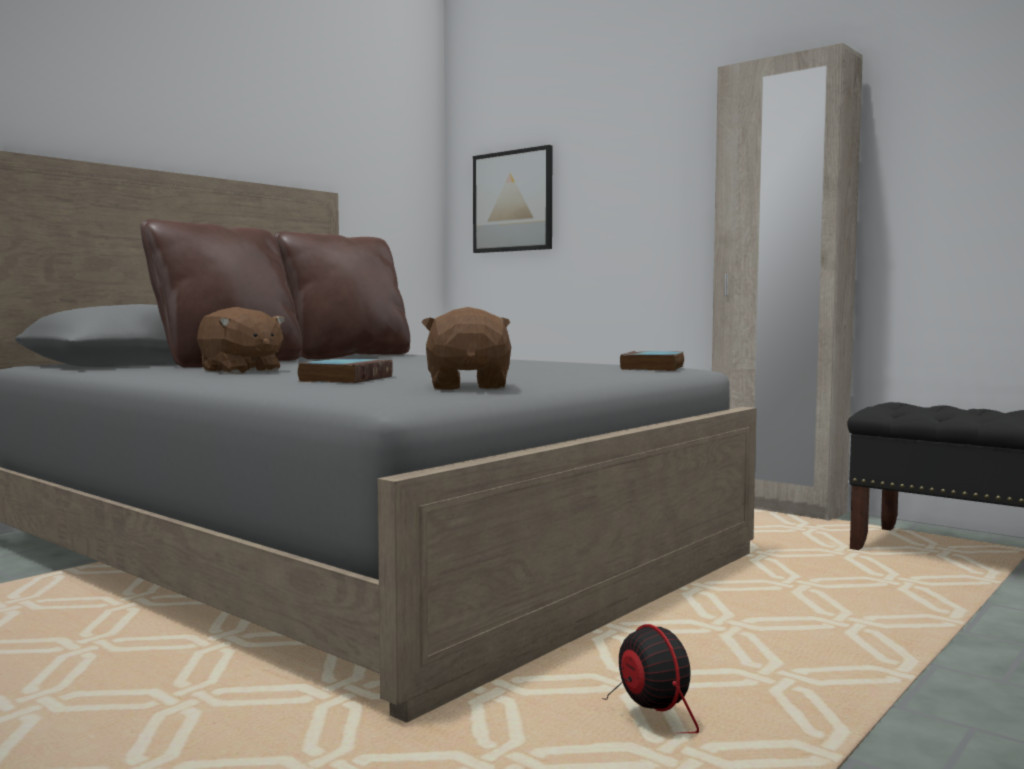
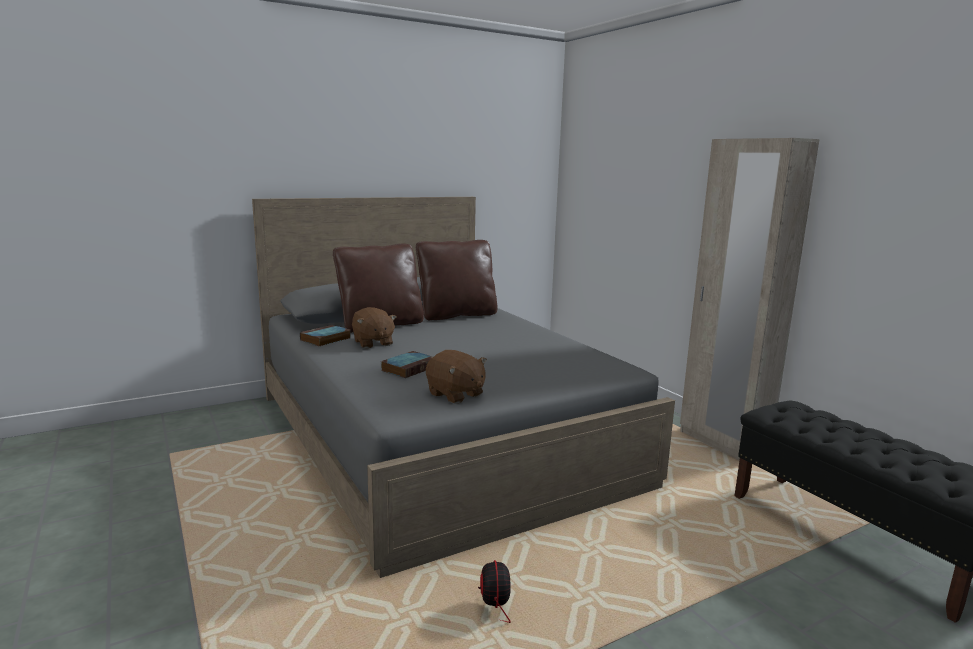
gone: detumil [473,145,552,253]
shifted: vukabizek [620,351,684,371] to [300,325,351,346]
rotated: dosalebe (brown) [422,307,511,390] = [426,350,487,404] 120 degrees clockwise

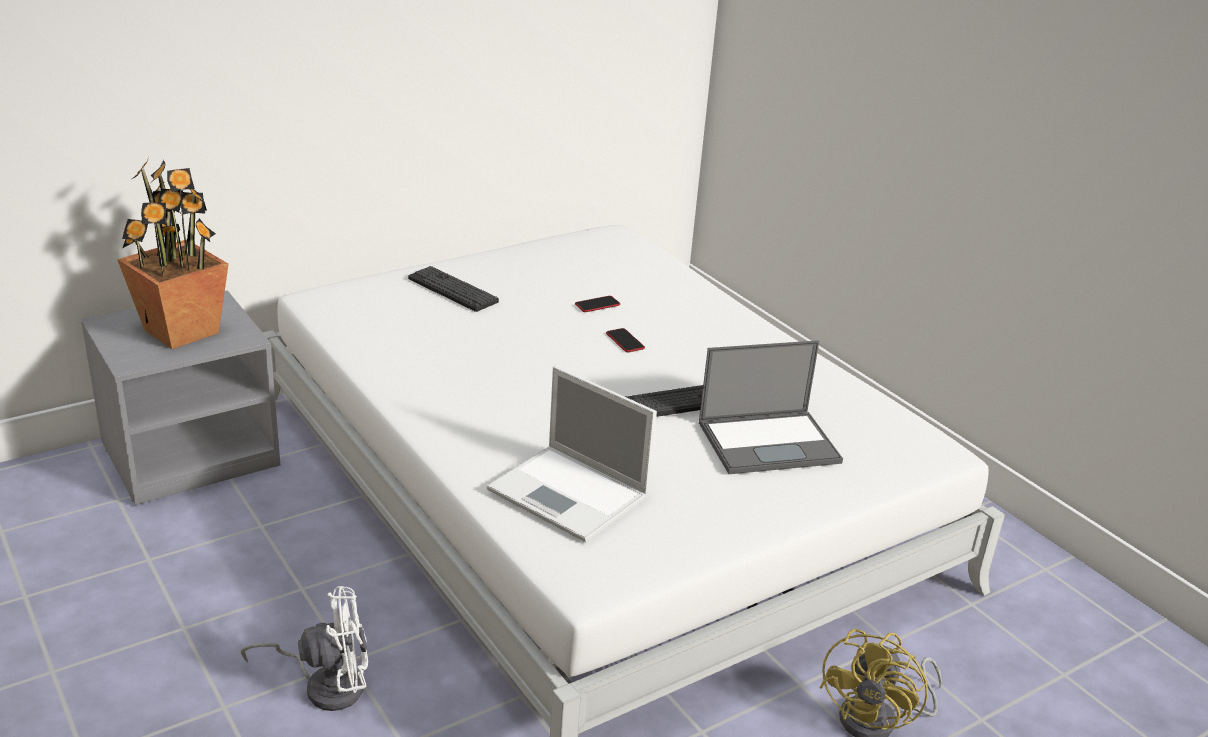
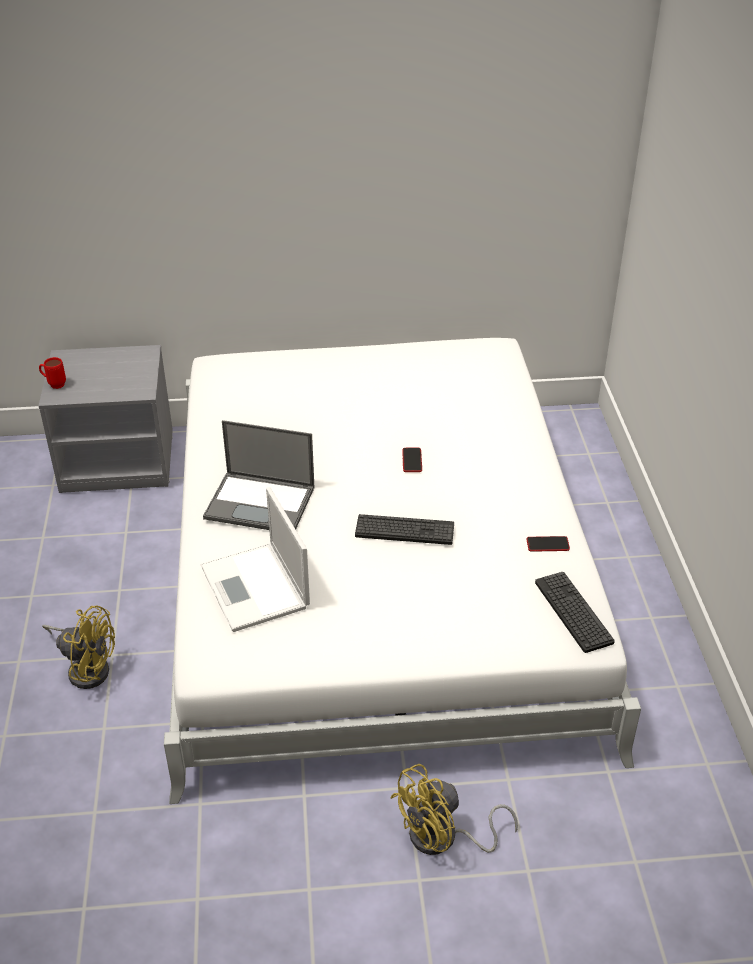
gone: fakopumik [117,157,229,349]
new: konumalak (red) [39,357,66,389]
shifted: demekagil [408,266,499,312] to [535,572,615,653]; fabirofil [575,296,620,312] to [527,536,570,552]; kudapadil [699,340,843,474] to [203,420,315,530]
repainted: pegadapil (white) [241,586,368,711] to pegadapil (yellow) [42,605,115,689]

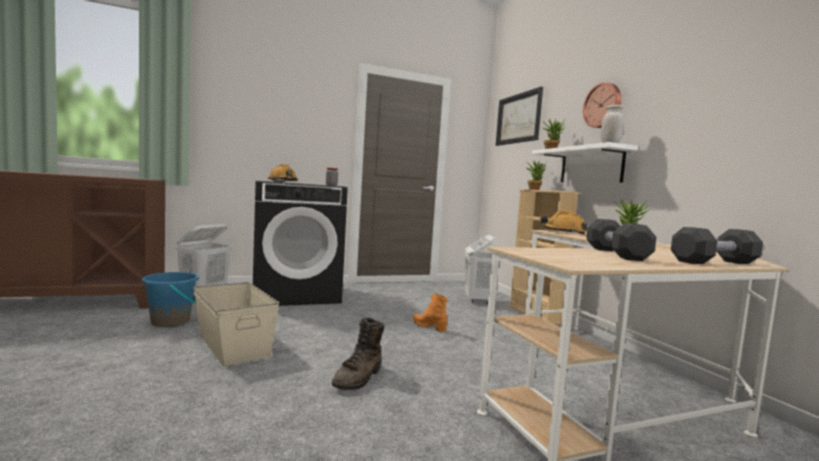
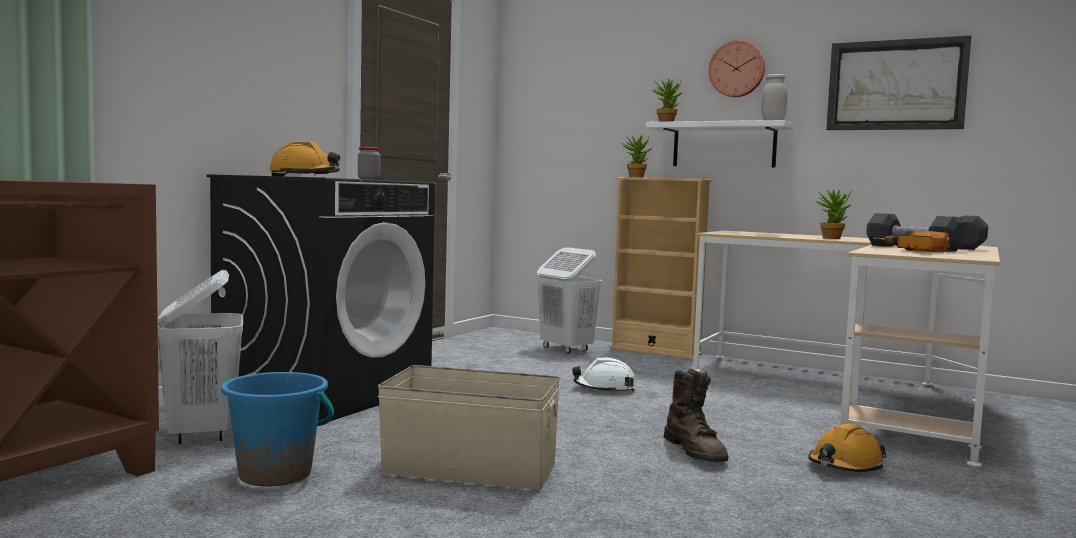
new: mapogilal [873,230,950,252]
shifted: detumil [496,87,543,146] to [826,35,971,130]; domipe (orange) [540,211,587,235] to [808,424,887,472]
swapped: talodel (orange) [412,294,447,332] to domipe (white) [572,358,637,393]

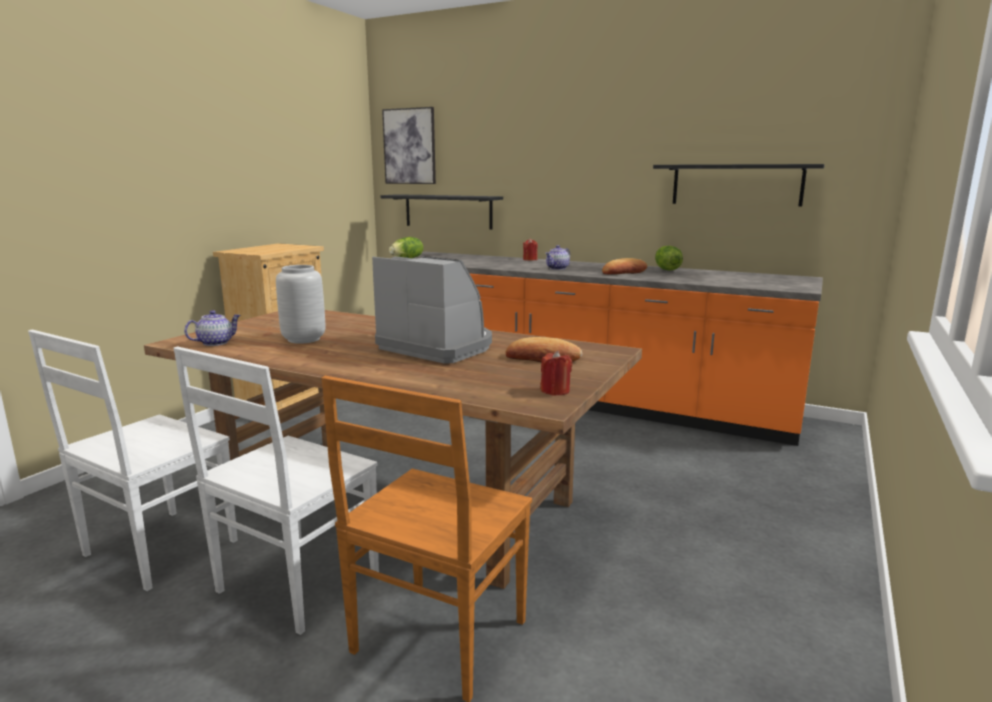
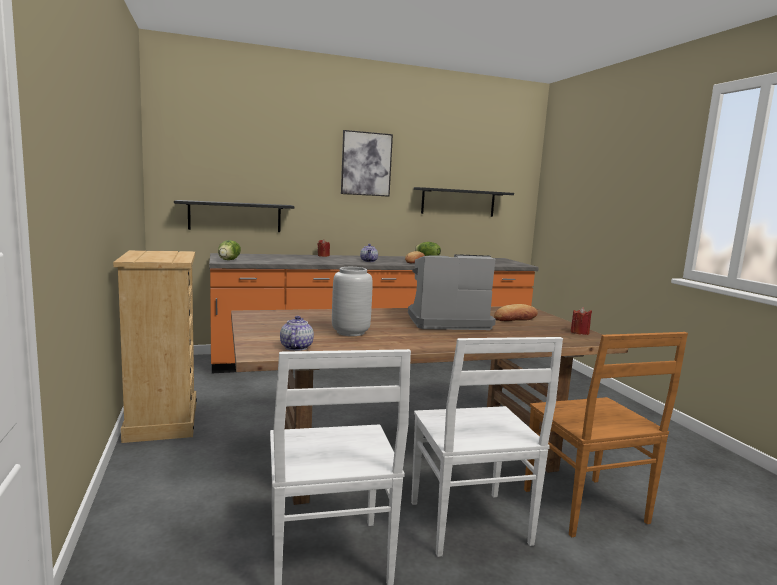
shifted: detumil [382,107,436,184] to [341,130,393,197]

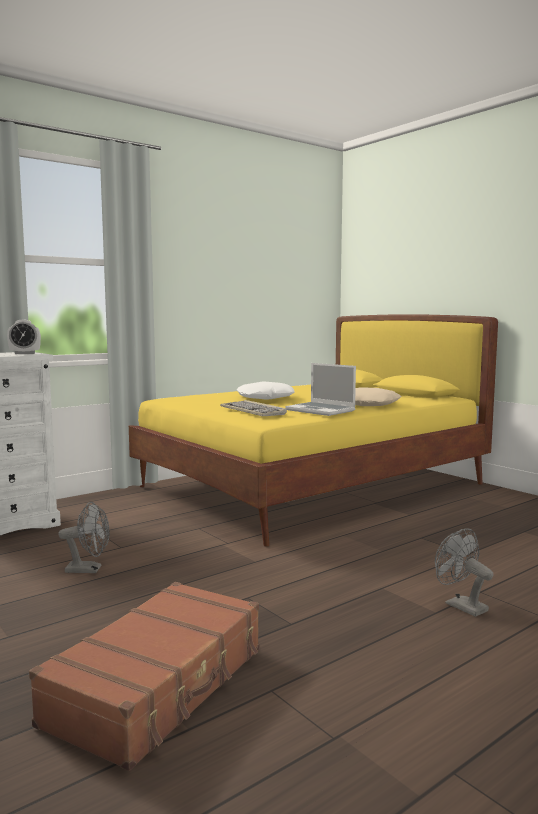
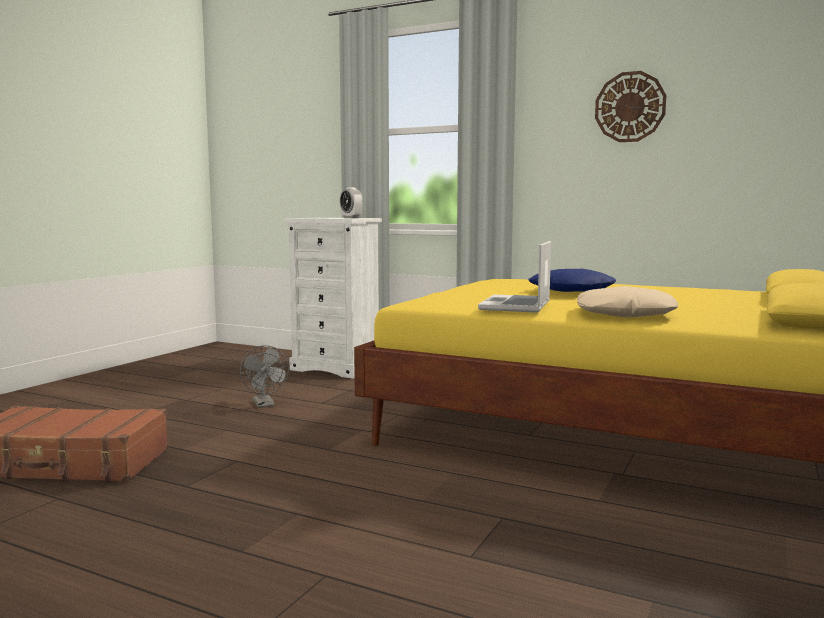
gone: demekagil [220,400,287,416]; pegadapil (grey) [435,528,493,617]
new: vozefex [595,71,666,142]
repainted: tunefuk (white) [237,381,294,399] to tunefuk (blue) [528,269,616,292]

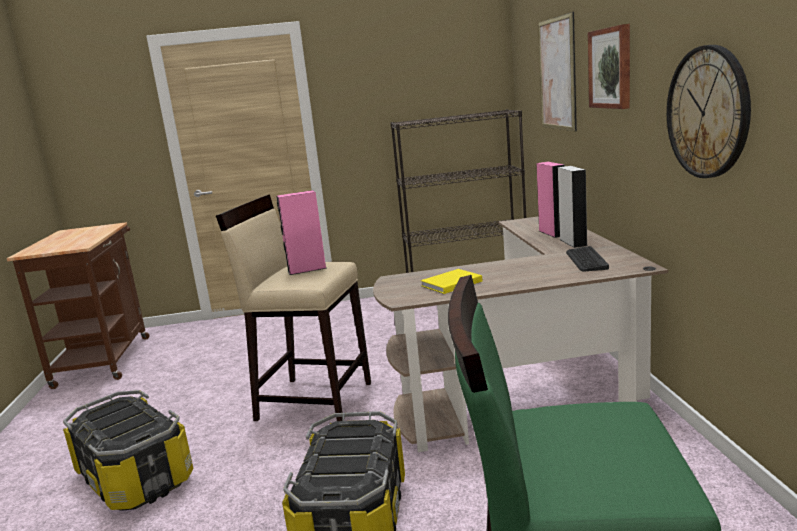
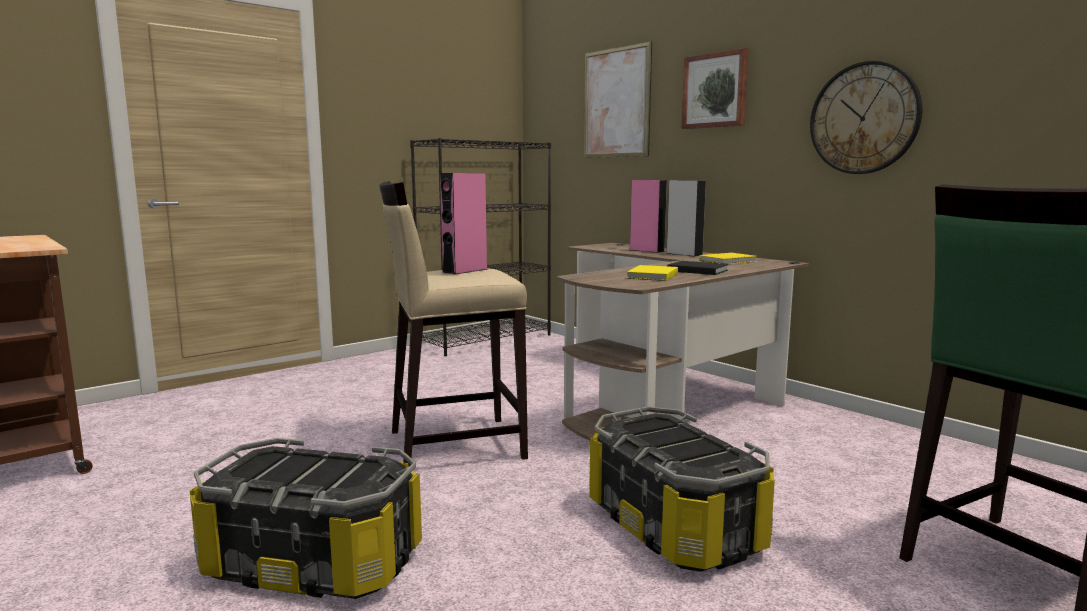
new: vukabizek (black) [667,261,729,275]
swapped: demekagil [566,246,609,271] to vukabizek (yellow) [699,253,757,264]

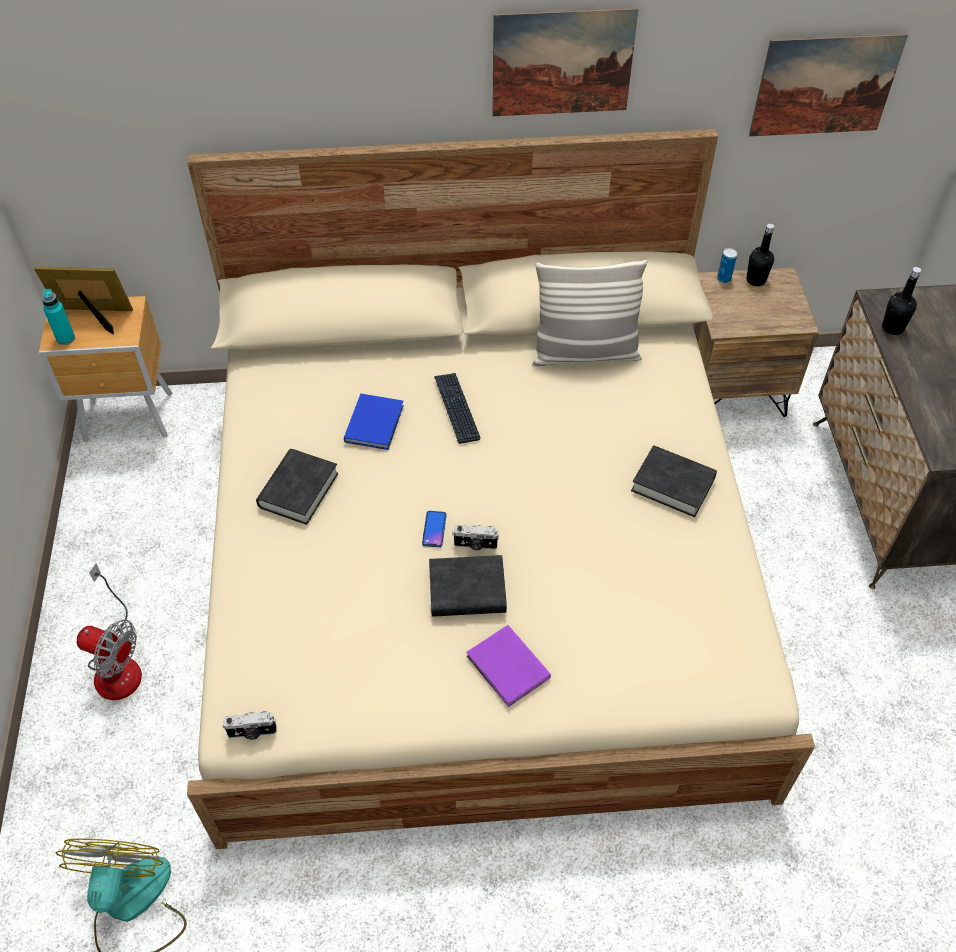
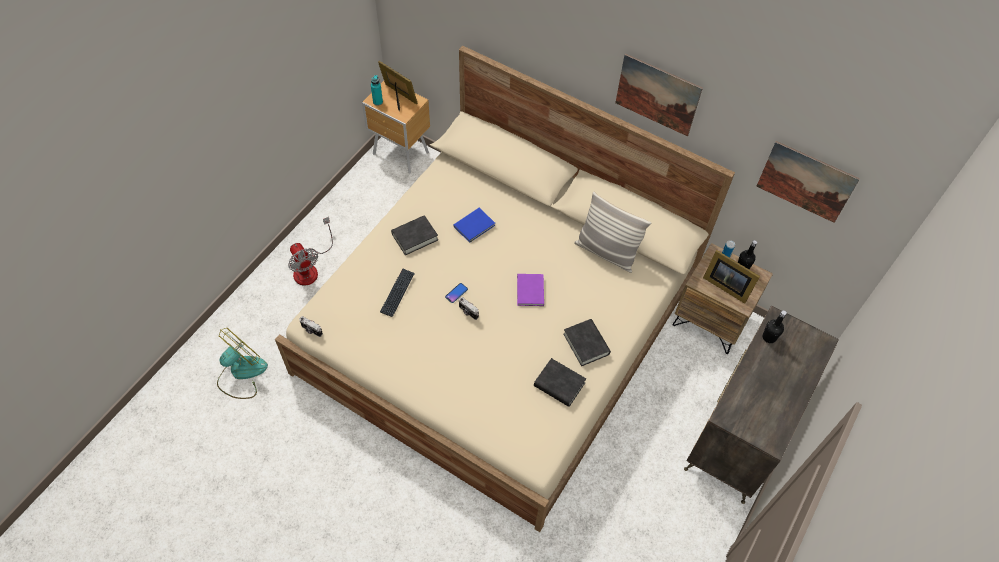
new: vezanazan [703,250,760,304]
shifted: demekagil [434,373,481,444] to [380,268,415,317]; vukabizek (black) [429,555,507,617] to [534,358,586,407]; vukabizek (purple) [466,625,551,707] to [517,274,544,306]

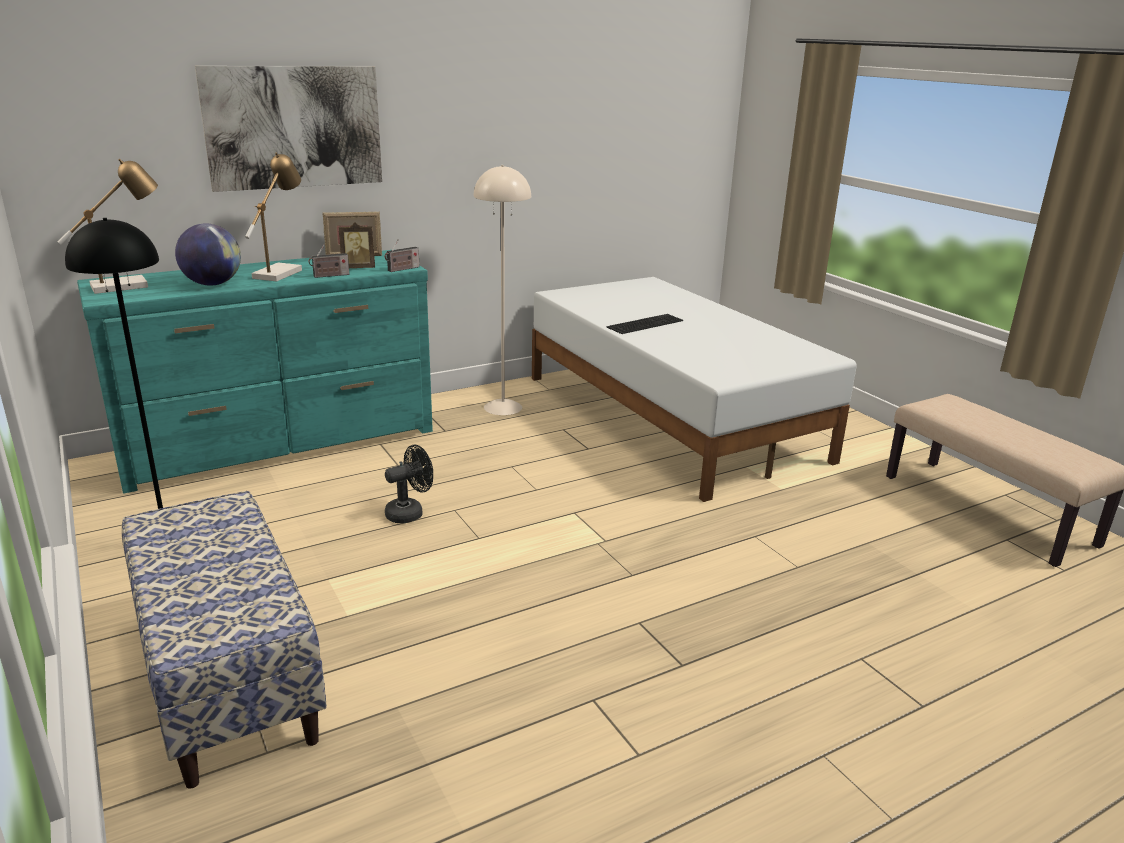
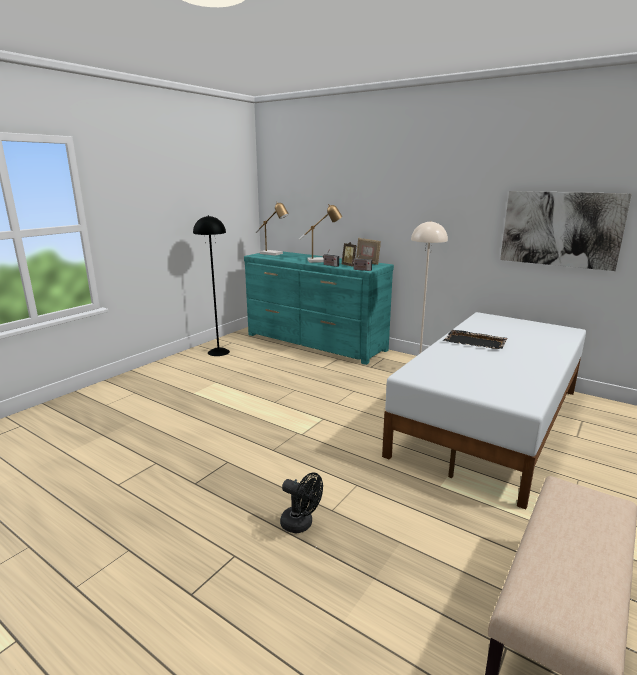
gone: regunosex [175,224,241,286]; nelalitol [122,491,327,789]
shifted: detumil [195,66,382,192] to [500,191,632,271]; pegadapil (black) [385,445,433,523] to [280,472,323,533]
swapped: demekagil [606,314,683,334] to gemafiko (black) [443,330,508,349]

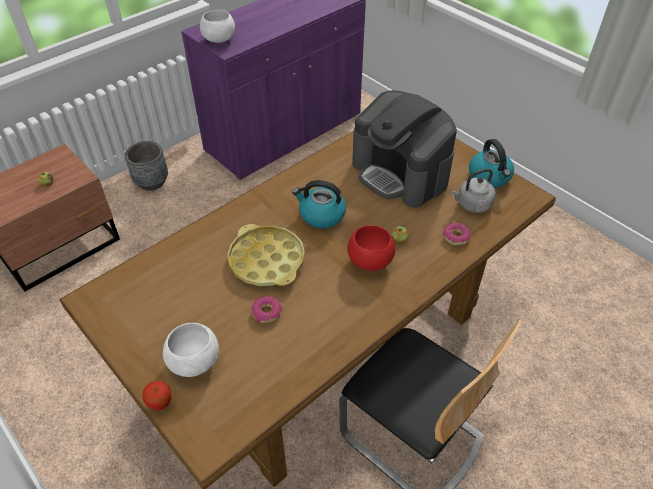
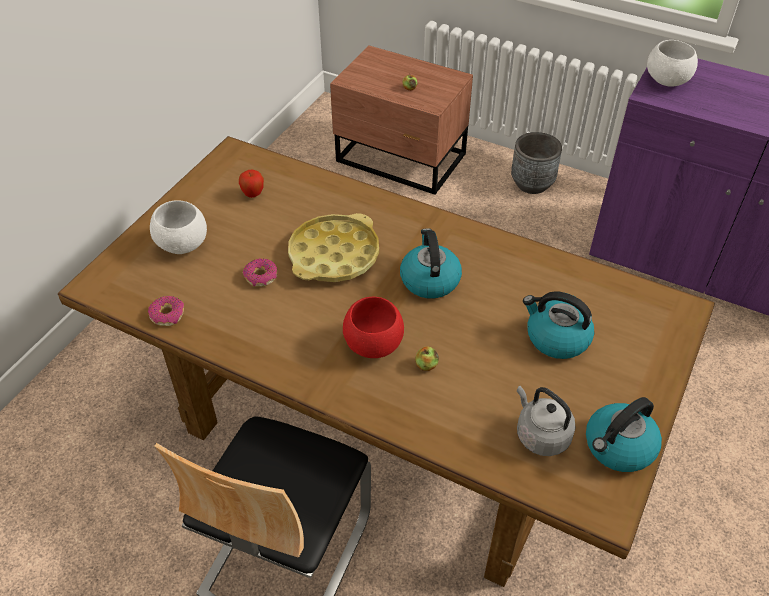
shifted: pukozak [443,223,471,245] to [148,296,184,326]; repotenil [143,381,171,411] to [239,170,264,198]
swapped: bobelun [352,90,457,208] to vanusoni [523,291,594,359]

